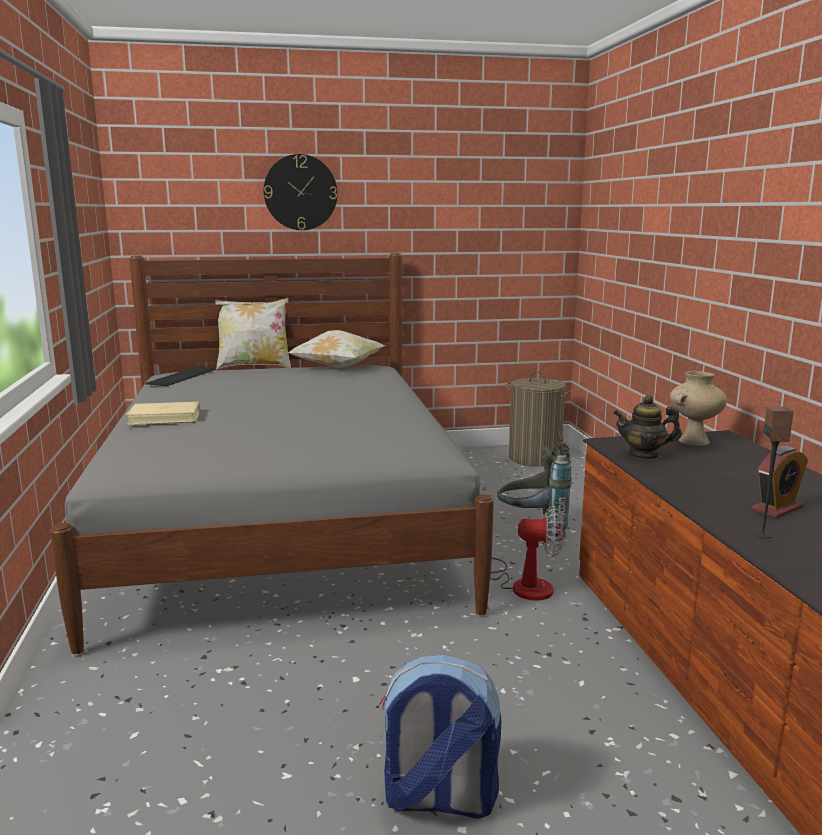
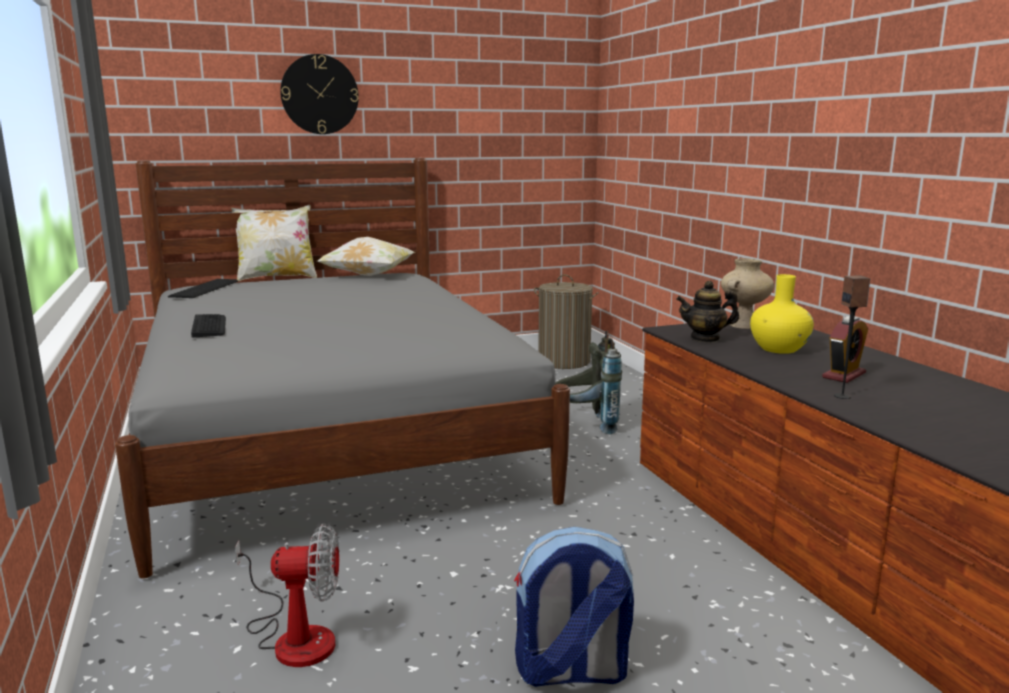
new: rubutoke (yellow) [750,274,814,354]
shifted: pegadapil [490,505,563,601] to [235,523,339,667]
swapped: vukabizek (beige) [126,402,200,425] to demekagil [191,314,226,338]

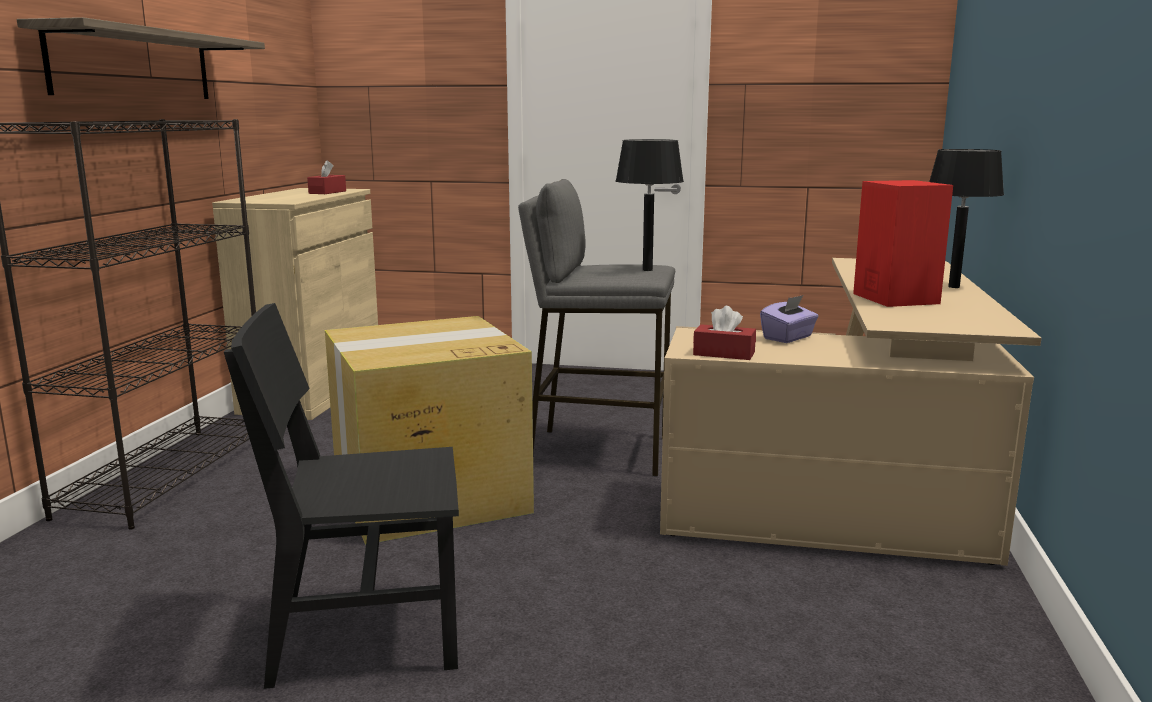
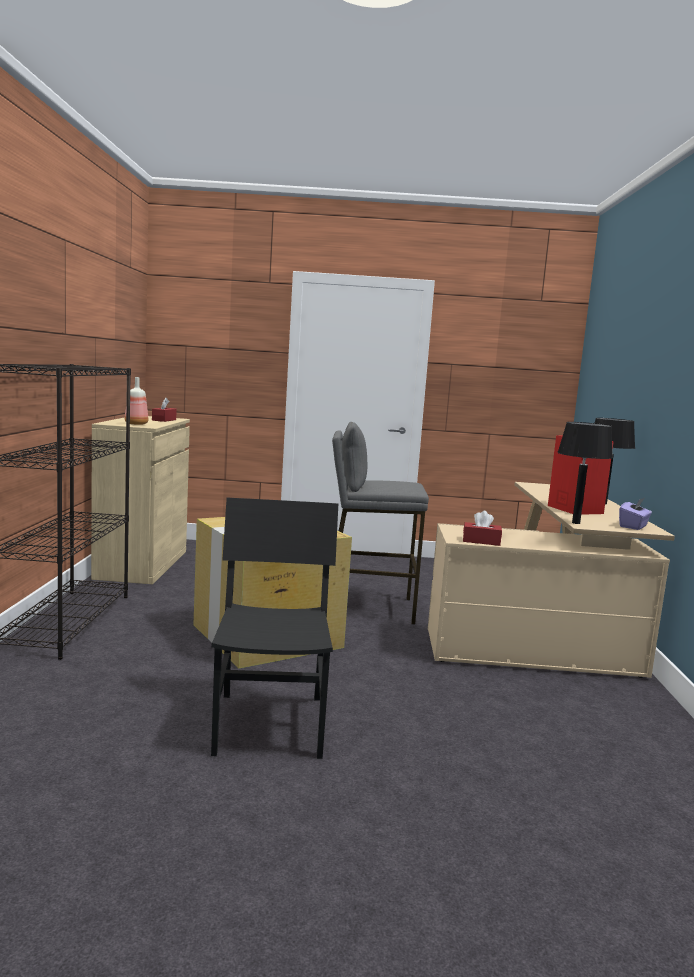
gone: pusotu [17,17,265,99]
new: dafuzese [125,377,148,425]
shifted: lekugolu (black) [615,139,684,271] to [557,422,613,524]; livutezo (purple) [760,295,819,343] to [619,498,652,530]
rotated: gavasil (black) [224,303,459,689] = [211,498,338,759] 105 degrees clockwise

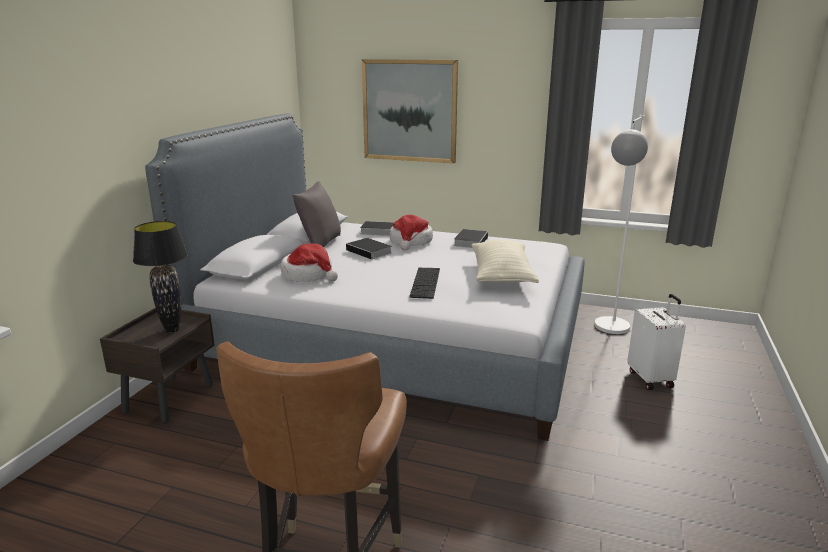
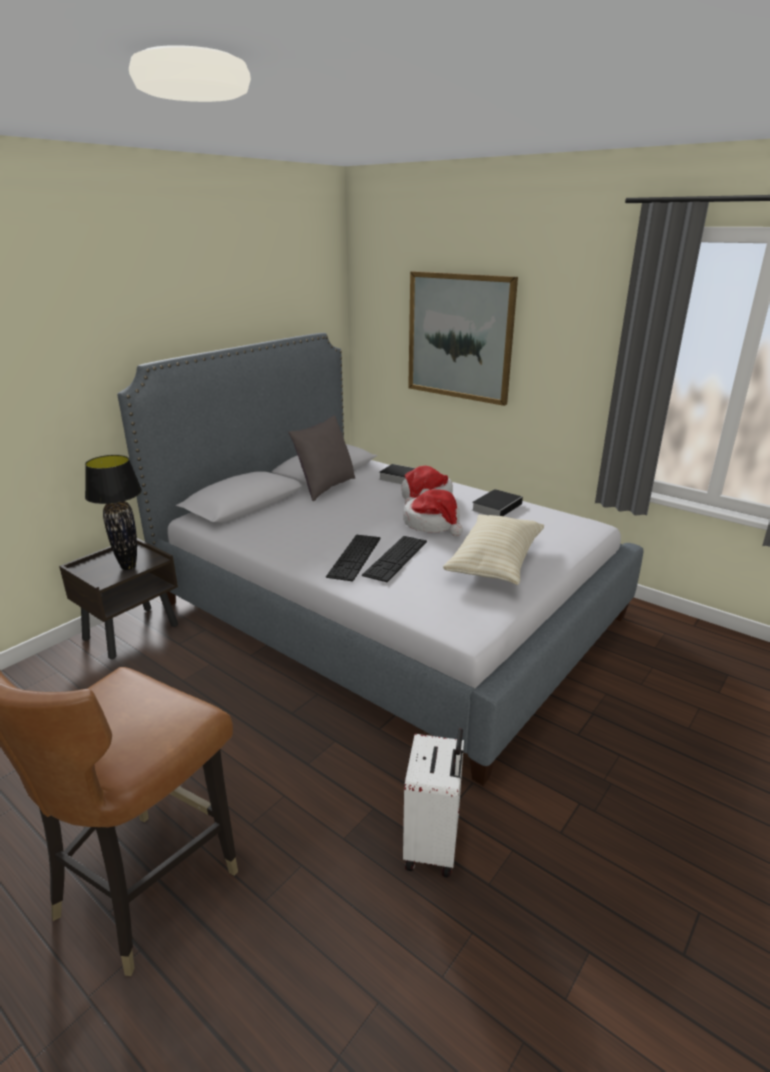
gone: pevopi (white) [594,115,648,334]; vukabizek [346,238,392,261]
new: demekagil [326,535,381,582]
shifted: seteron [281,243,338,282] to [403,489,463,536]; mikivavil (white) [627,294,686,390] to [403,728,464,877]

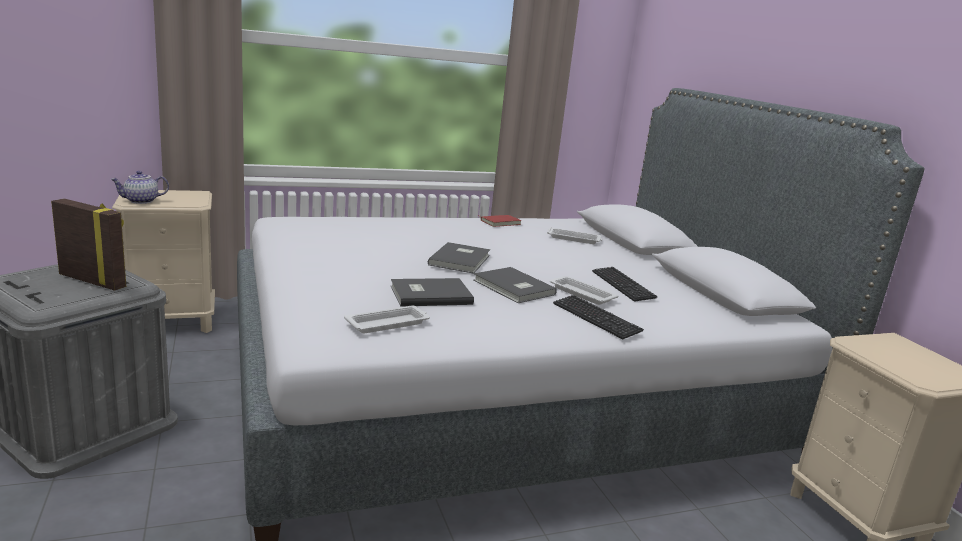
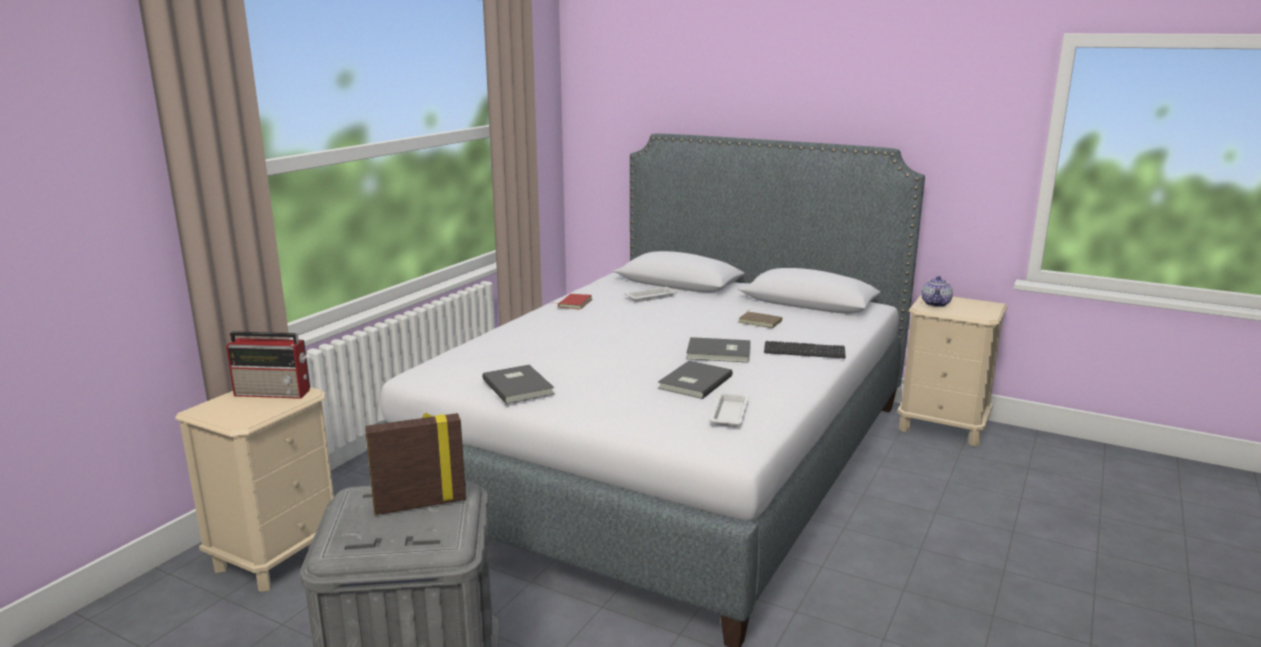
gone: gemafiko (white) [550,276,619,305]
new: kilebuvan [226,331,310,399]
shifted: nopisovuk [110,171,169,204] to [921,276,953,307]; vukabizek (grey) [428,242,490,274] to [482,365,555,404]
swapped: demekagil [592,267,657,302] to vukabizek (brown) [738,310,783,328]

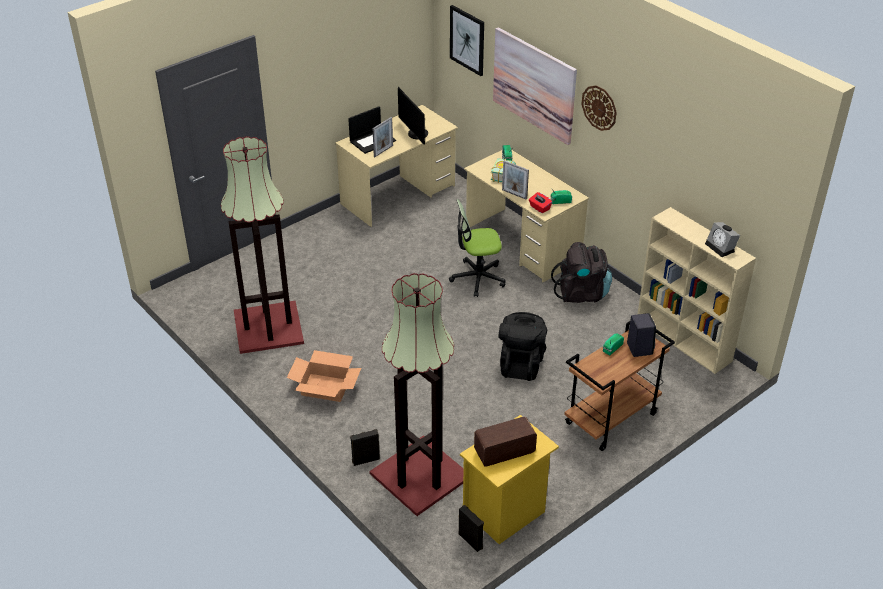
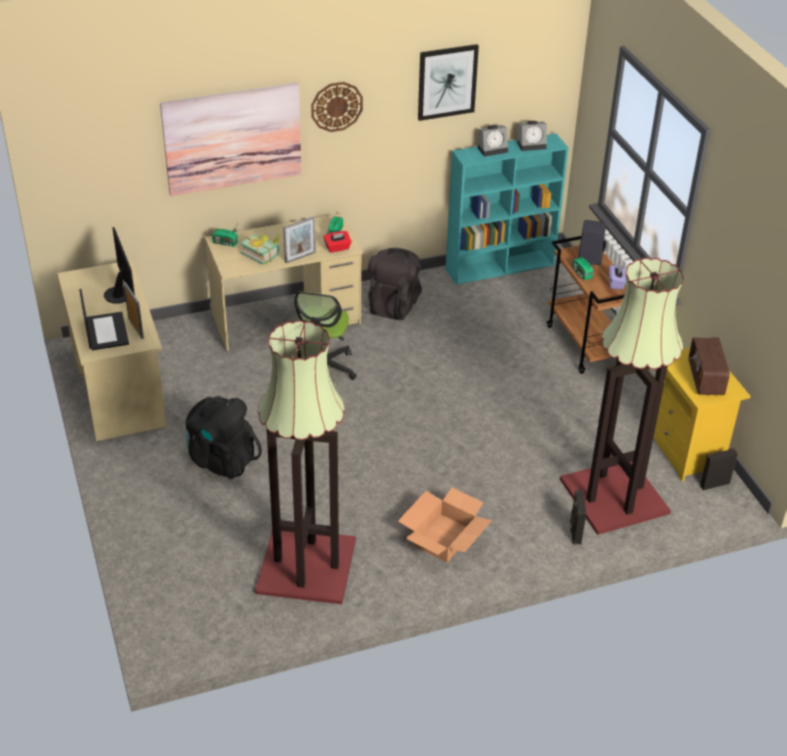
new: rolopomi [478,125,508,157]; livutezo (purple) [609,265,626,289]
shifted: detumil [450,5,484,76] to [418,44,479,121]; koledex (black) [499,312,547,381] to [186,396,262,479]
repainted: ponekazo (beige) [637,207,756,374] to ponekazo (turquoise) [446,133,568,285]
rotated: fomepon [398,87,428,145] = [104,227,135,304] 105 degrees counterclockwise

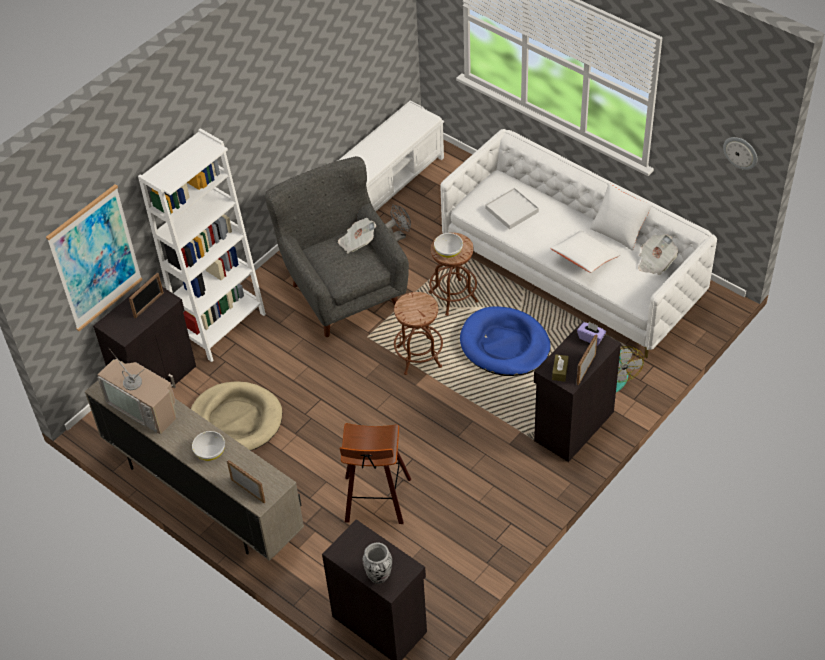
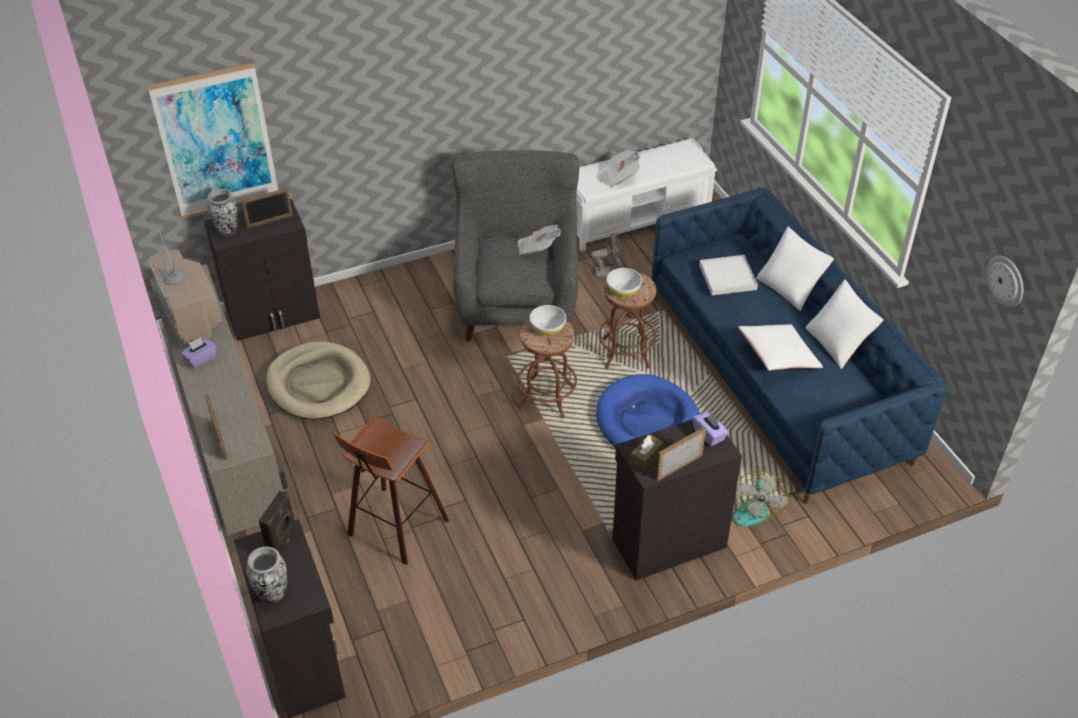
gone: ponekazo (white) [138,128,266,362]
new: rubutoke [207,189,238,236]; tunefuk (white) [756,227,834,311]; livutezo (purple) [181,337,217,369]; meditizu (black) [259,491,297,555]
shifted: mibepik [638,234,678,275] to [596,150,641,188]; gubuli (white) [192,431,225,461] to [530,305,566,335]
repainted: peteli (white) [440,129,717,358] to peteli (blue) [652,188,947,504]

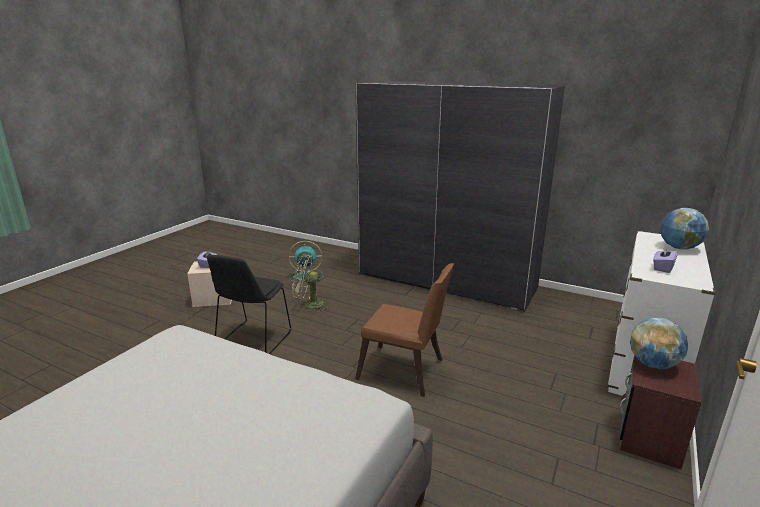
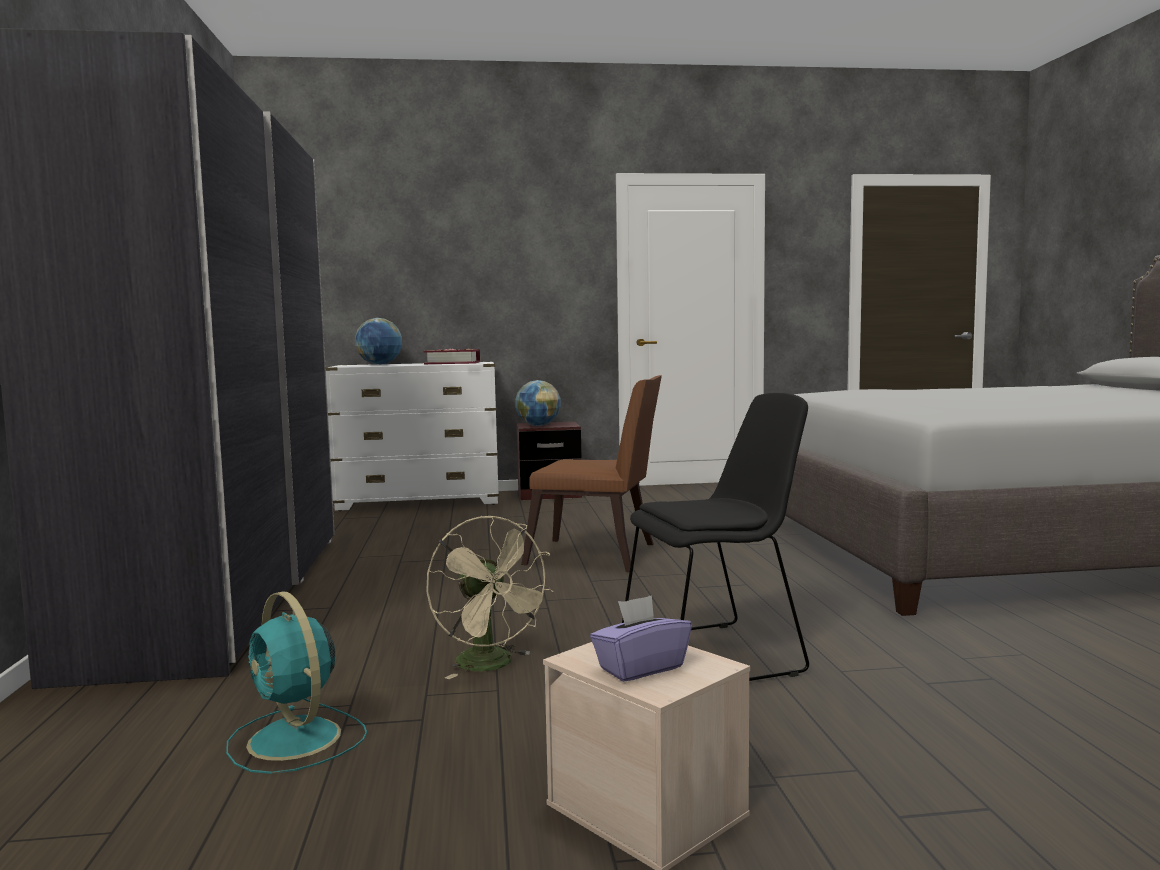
swapped: livutezo (purple) [653,245,678,273] to vukabizek [423,348,480,364]
rotated: gavasil (brown) [355,263,454,397] = [521,375,662,572] 120 degrees clockwise

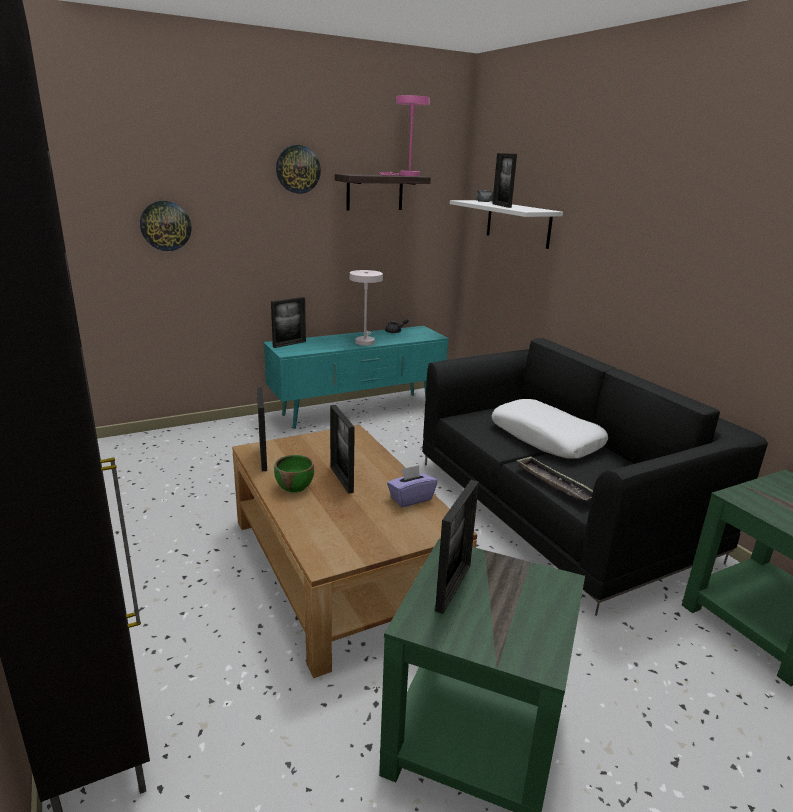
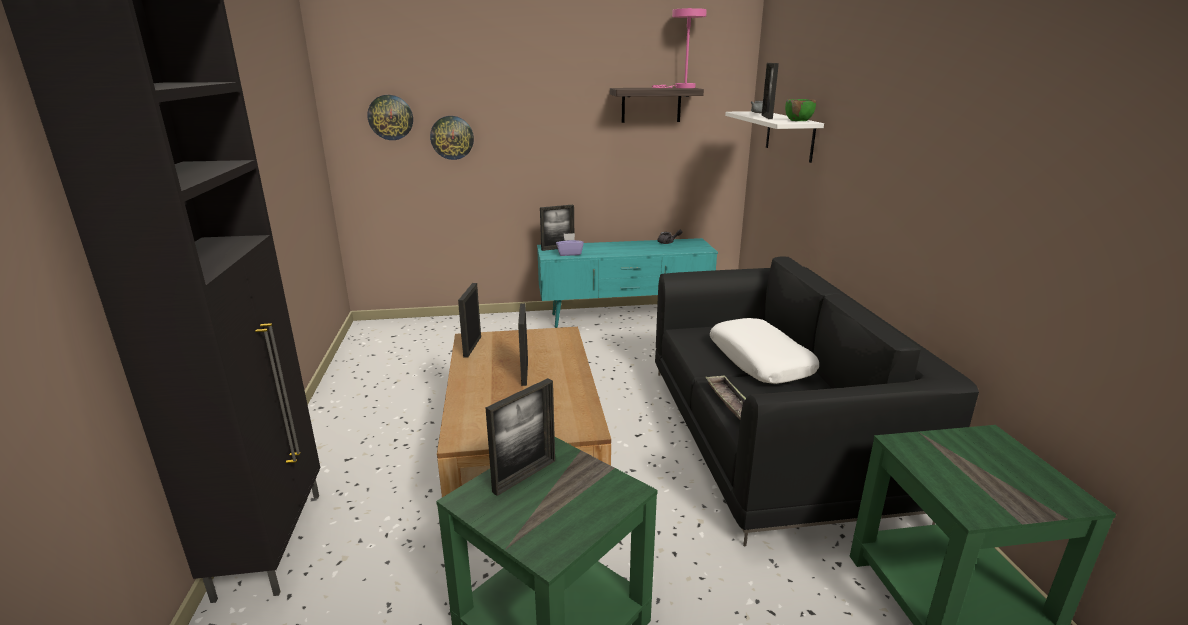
gone: lekugolu (white) [350,270,383,346]
shifted: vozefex [276,145,321,194] to [367,95,413,140]; gubuli (green) [274,455,314,493] to [785,99,816,121]; livutezo (purple) [387,465,437,507] to [556,233,584,256]

